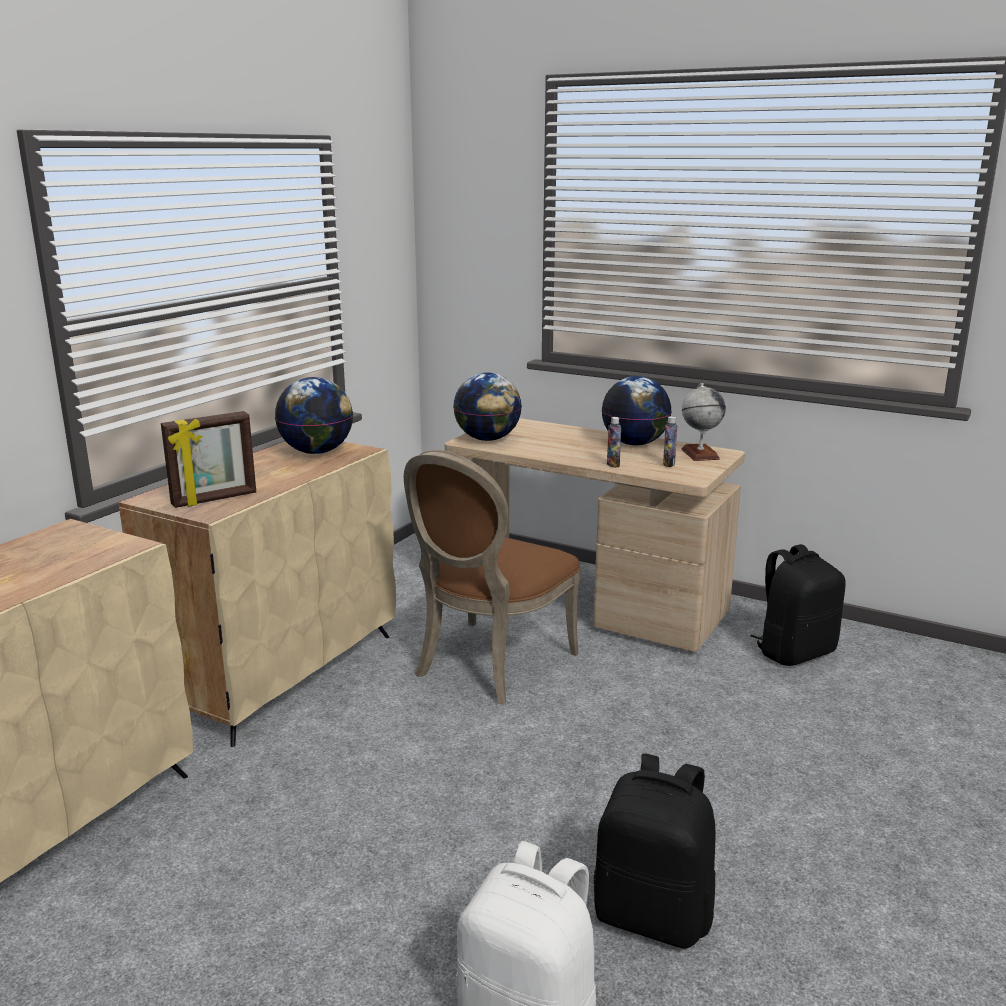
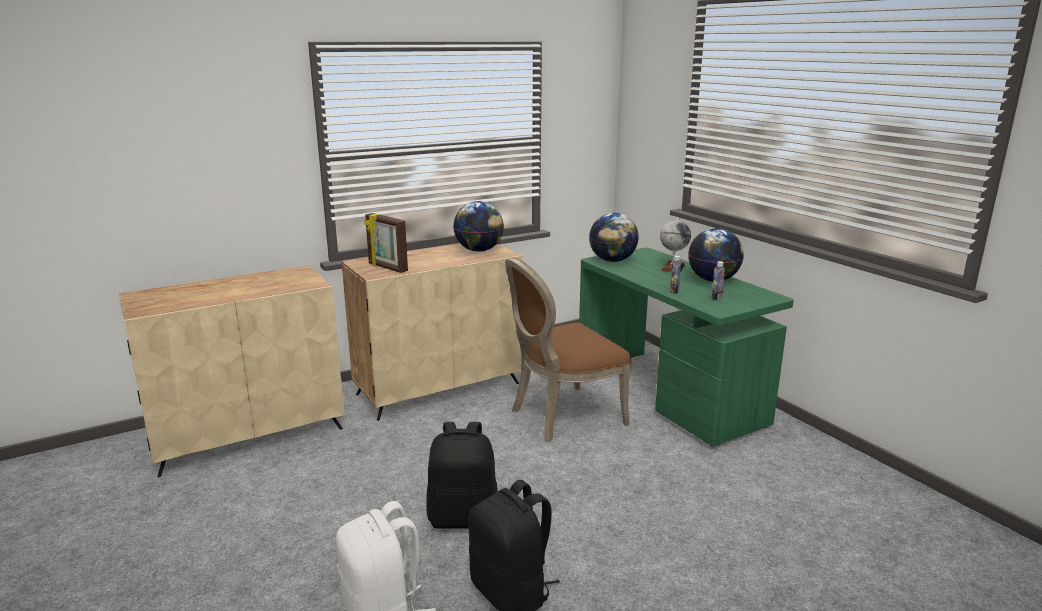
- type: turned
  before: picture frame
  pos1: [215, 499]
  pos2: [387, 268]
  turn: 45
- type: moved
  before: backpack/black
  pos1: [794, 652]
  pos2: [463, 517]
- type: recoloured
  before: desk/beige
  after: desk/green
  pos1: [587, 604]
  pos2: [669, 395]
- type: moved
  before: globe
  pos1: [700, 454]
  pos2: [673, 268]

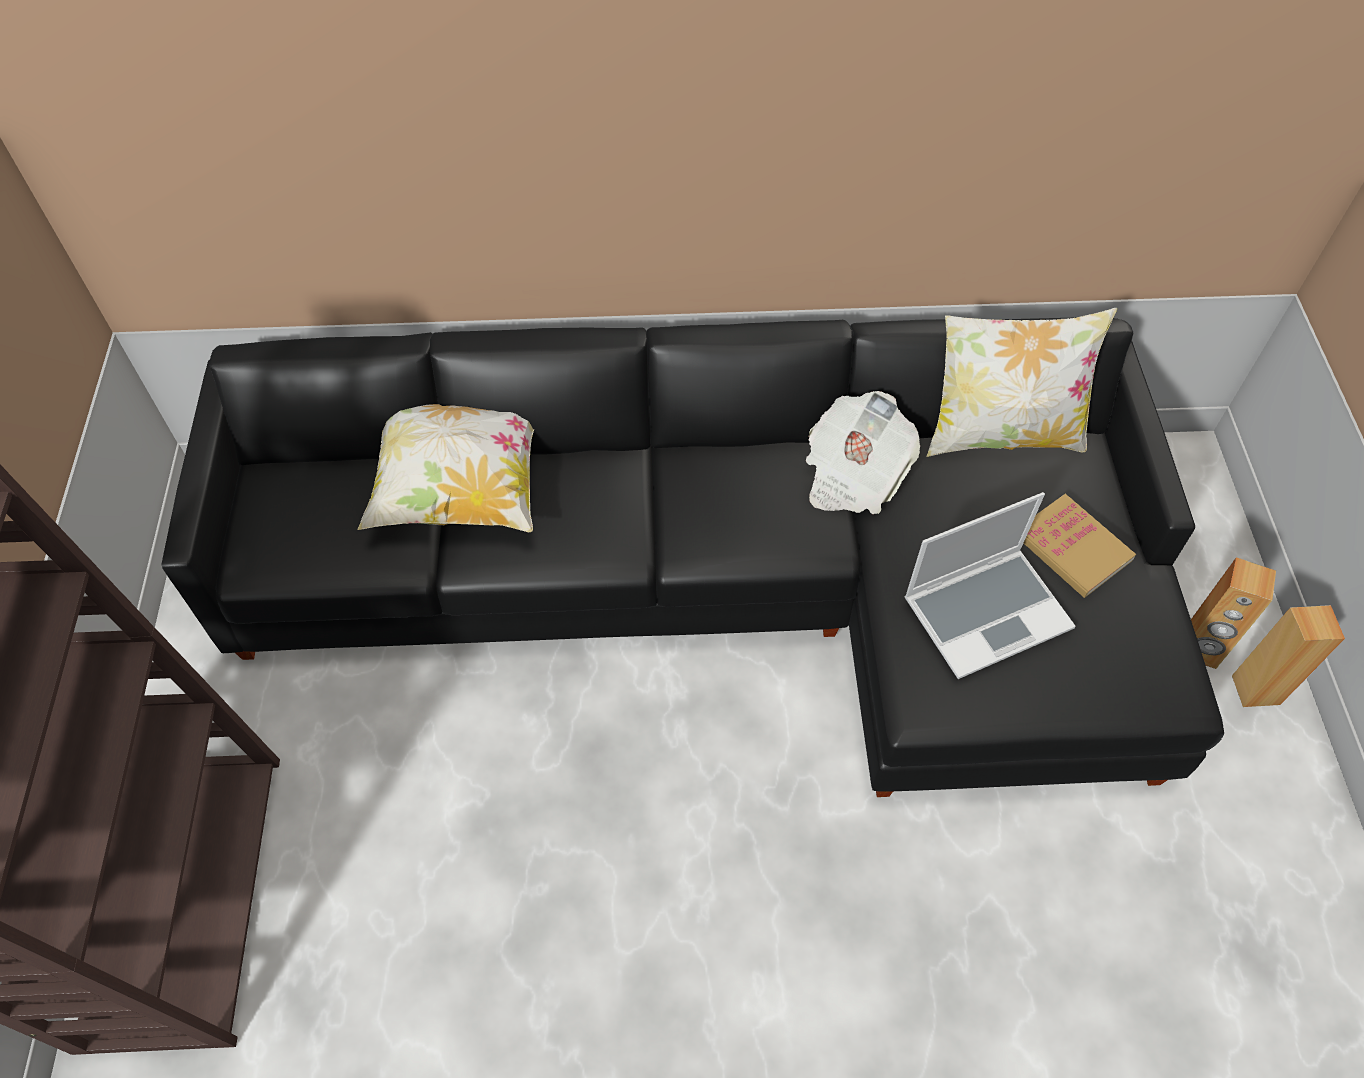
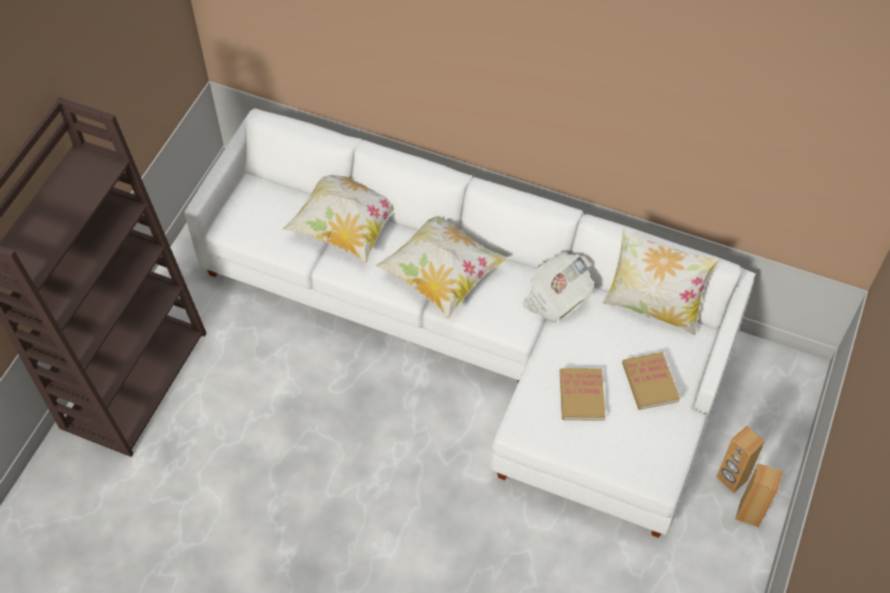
- type: recoloured
  before: sofa/black
  after: sofa/white
  pos1: [731, 578]
  pos2: [484, 333]
- type: added
  after: pillow
  pos2: [442, 276]
- type: replaced
  before: laptop
  after: book
  pos1: [987, 611]
  pos2: [581, 395]

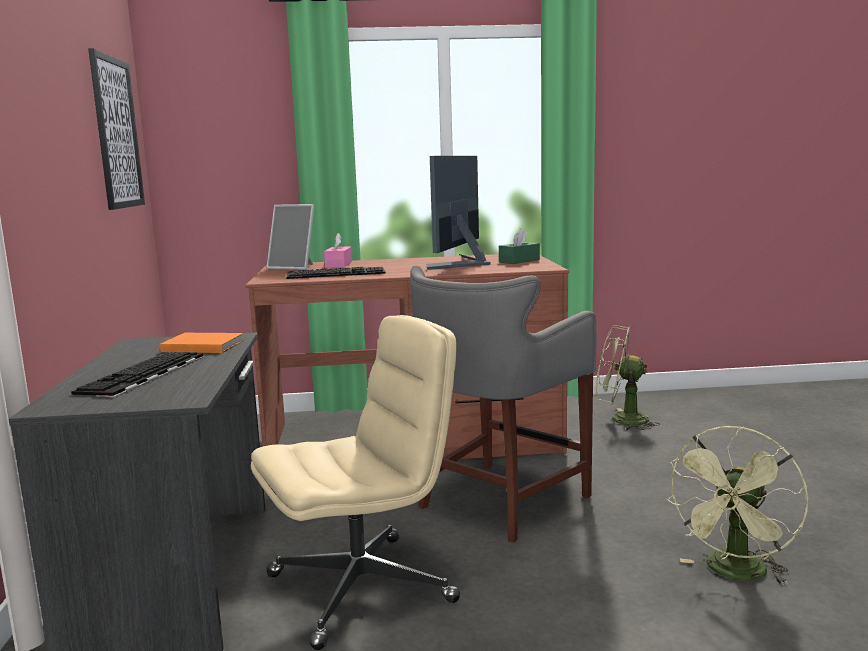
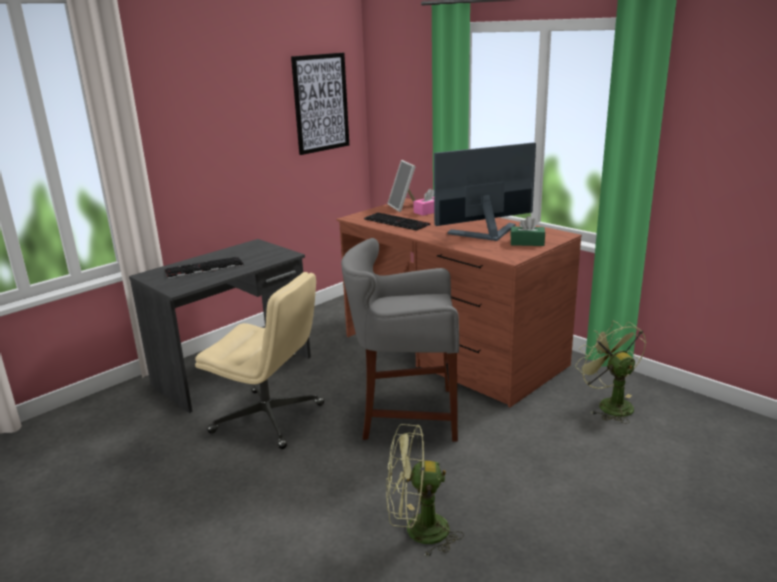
- type: removed
  before: book/orange
  pos1: [201, 346]

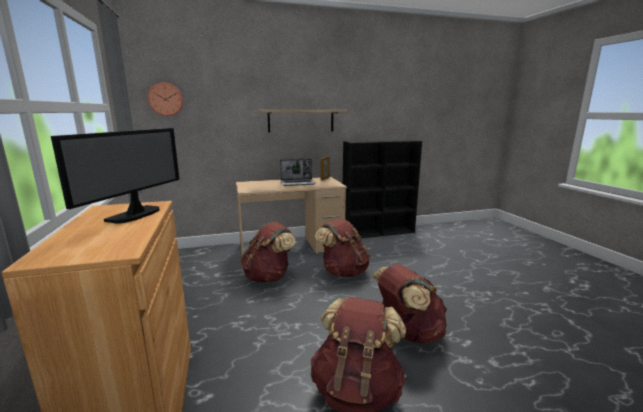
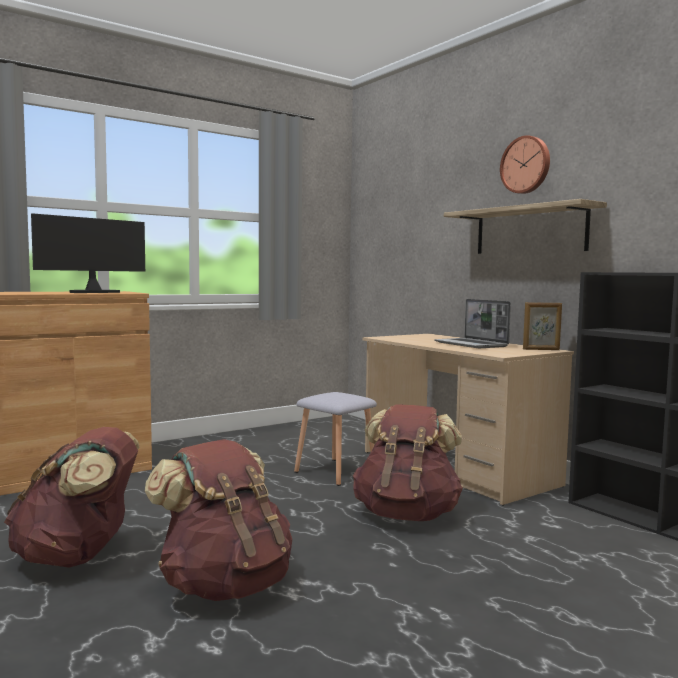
- type: turned
  before: monitor
  pos1: [136, 215]
  pos2: [93, 292]
  turn: 135
- type: replaced
  before: backpack/brown
  after: stool/grey
  pos1: [269, 277]
  pos2: [335, 472]
- type: moved
  before: wall clock
  pos1: [166, 99]
  pos2: [526, 165]

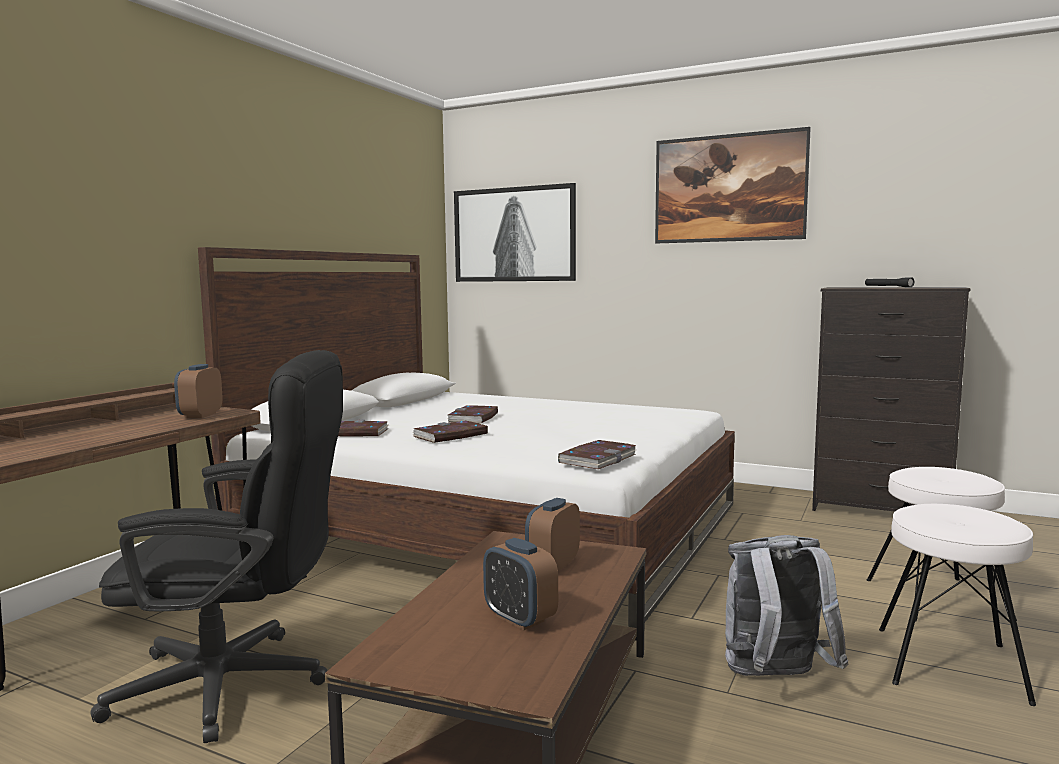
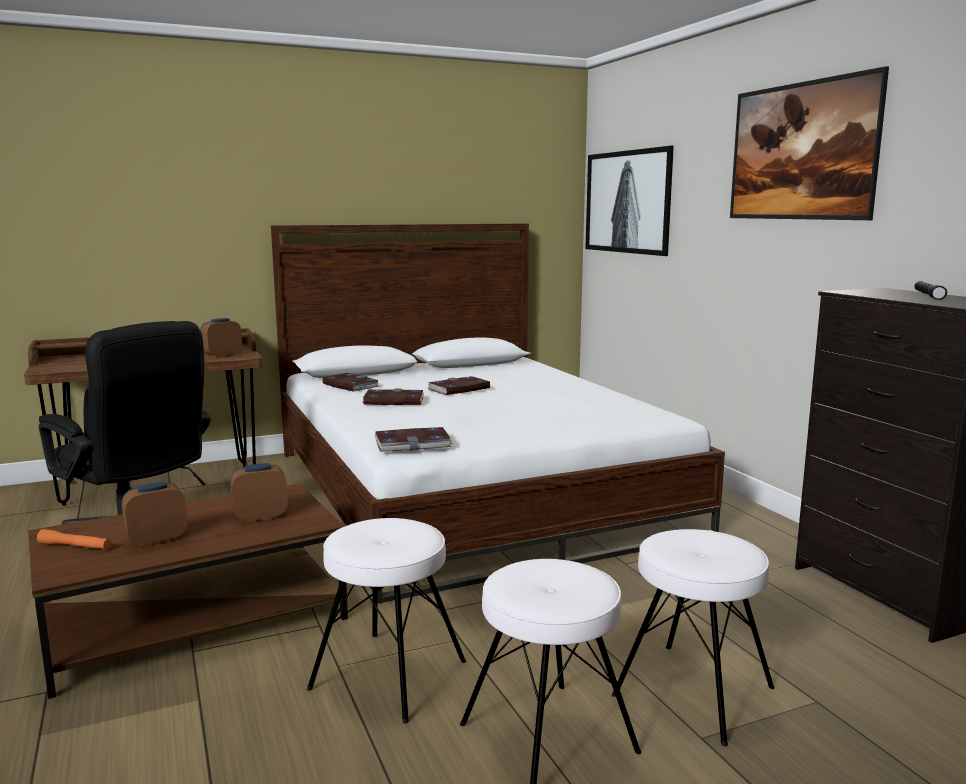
- type: added
  after: flashlight/orange
  pos2: [75, 546]
- type: turned
  before: alarm clock
  pos1: [520, 619]
  pos2: [157, 539]
  turn: 60
- type: replaced
  before: backpack/grey
  after: stool/white
  pos1: [775, 678]
  pos2: [389, 675]

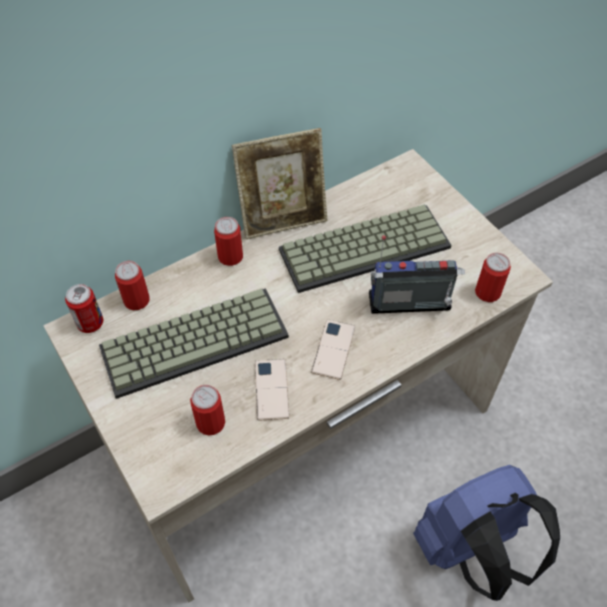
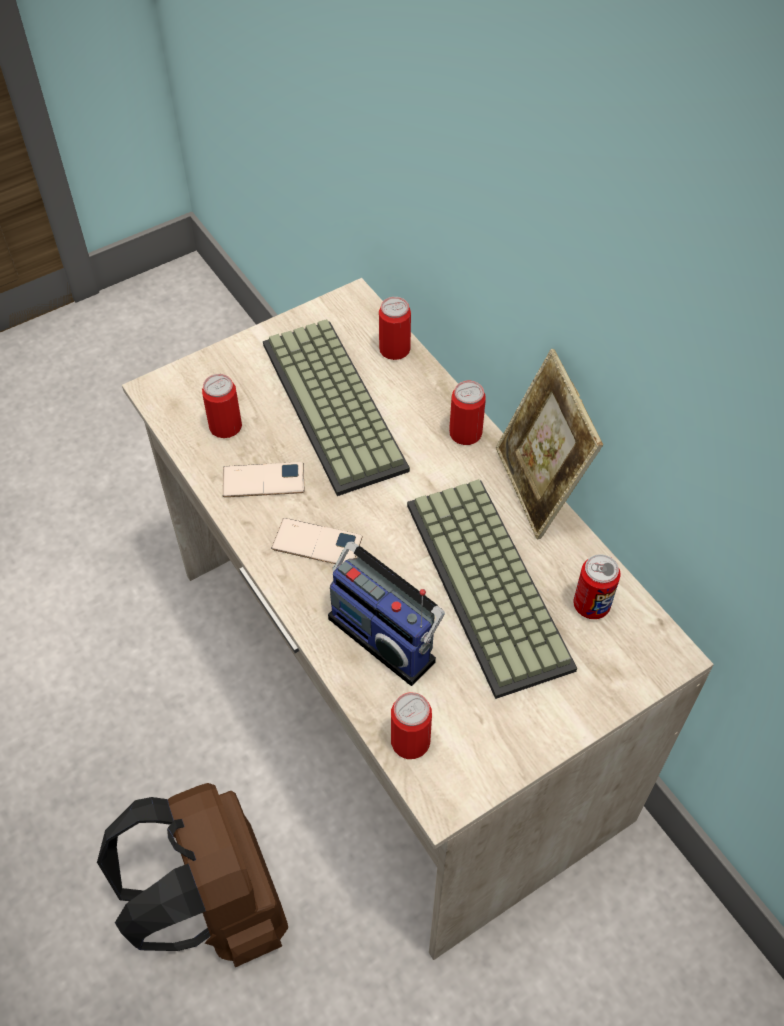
- type: recoloured
  before: backpack/blue
  after: backpack/brown
  pos1: [471, 550]
  pos2: [216, 905]
- type: turned
  before: radio
  pos1: [410, 306]
  pos2: [385, 635]
  turn: 135
- type: moved
  before: can
  pos1: [90, 323]
  pos2: [591, 605]

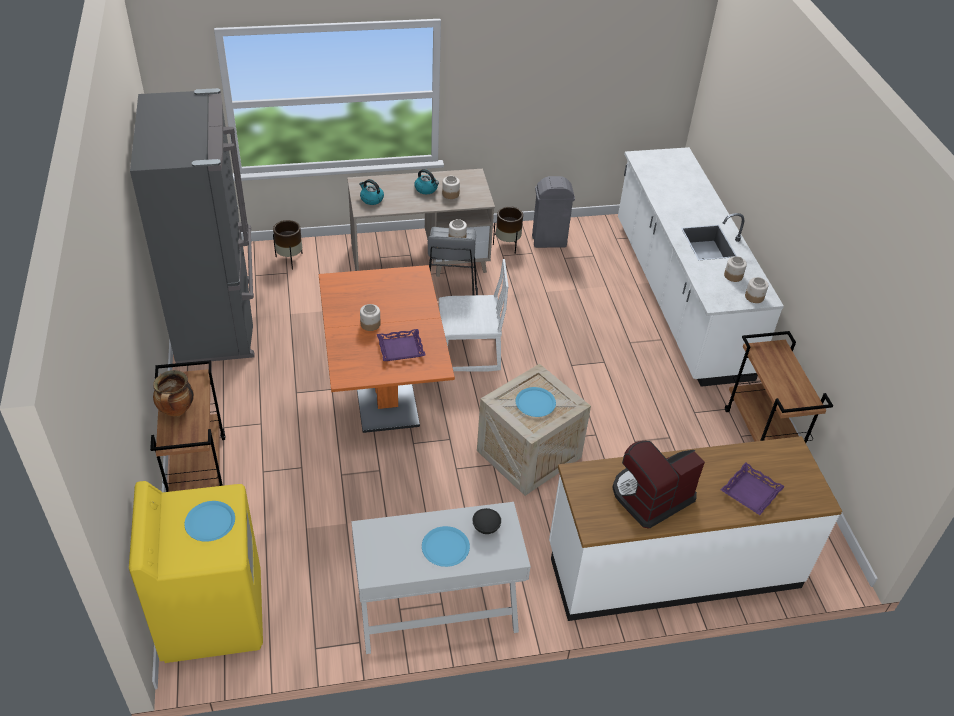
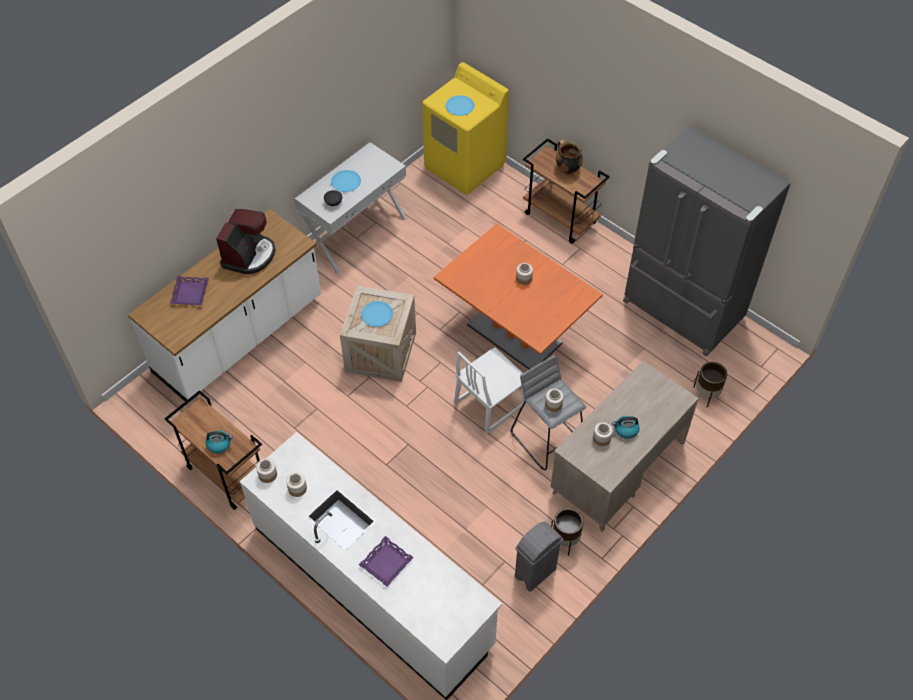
- type: moved
  before: kettle
  pos1: [371, 199]
  pos2: [219, 444]
- type: moved
  before: tray/purple
  pos1: [401, 348]
  pos2: [386, 563]

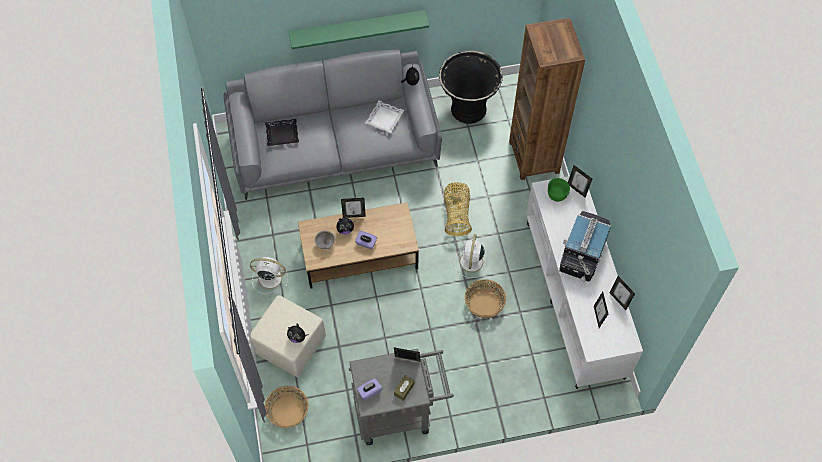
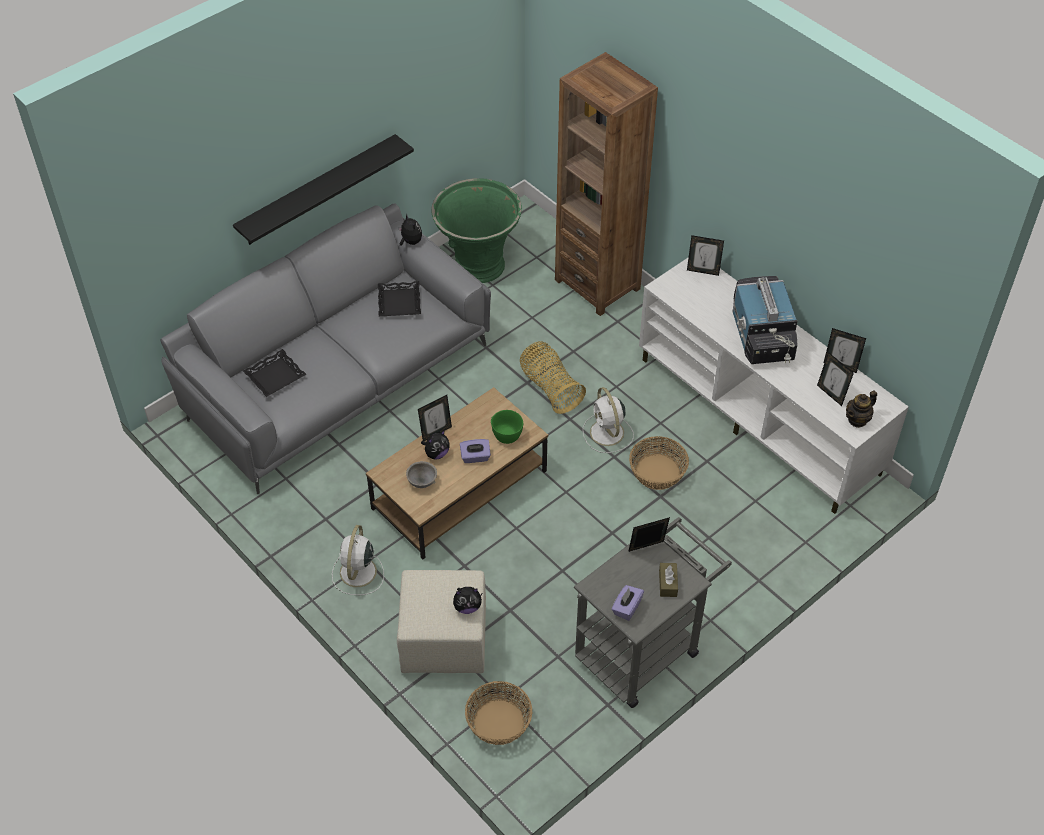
- type: recoloured
  before: shelf/green
  after: shelf/black
  pos1: [357, 28]
  pos2: [318, 191]
- type: turned
  before: fan/white
  pos1: [269, 278]
  pos2: [357, 573]
  turn: -60
- type: recoloured
  before: tray/white
  after: tray/black
  pos1: [384, 118]
  pos2: [399, 302]
- type: recoloured
  before: planter/black
  after: planter/green
  pos1: [468, 108]
  pos2: [478, 265]
- type: moved
  before: bowl/green
  pos1: [557, 195]
  pos2: [507, 436]
- type: added
  after: teapot
  pos2: [857, 420]

